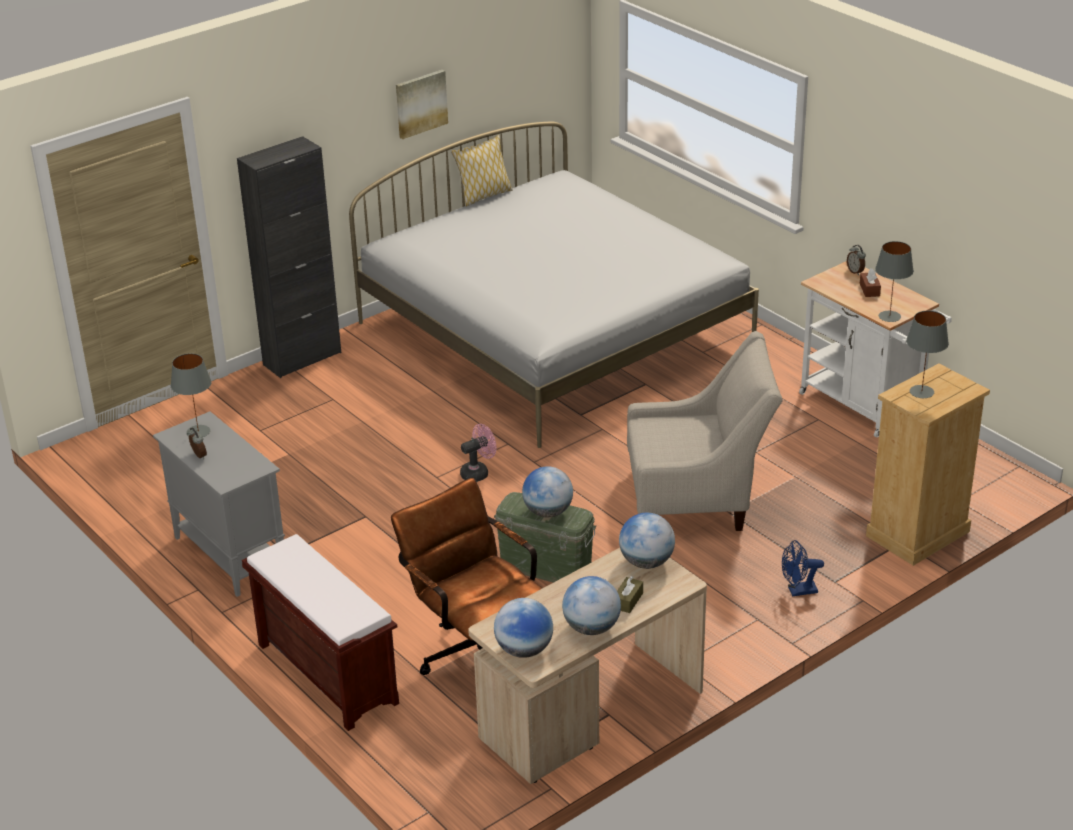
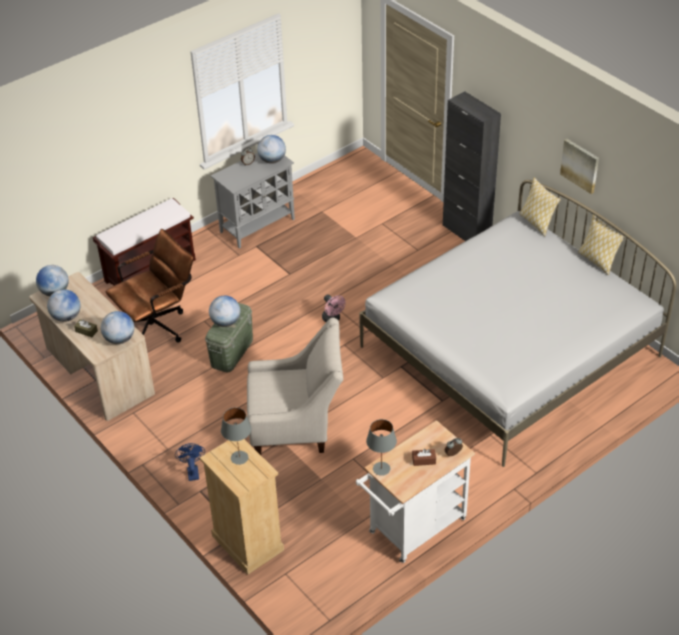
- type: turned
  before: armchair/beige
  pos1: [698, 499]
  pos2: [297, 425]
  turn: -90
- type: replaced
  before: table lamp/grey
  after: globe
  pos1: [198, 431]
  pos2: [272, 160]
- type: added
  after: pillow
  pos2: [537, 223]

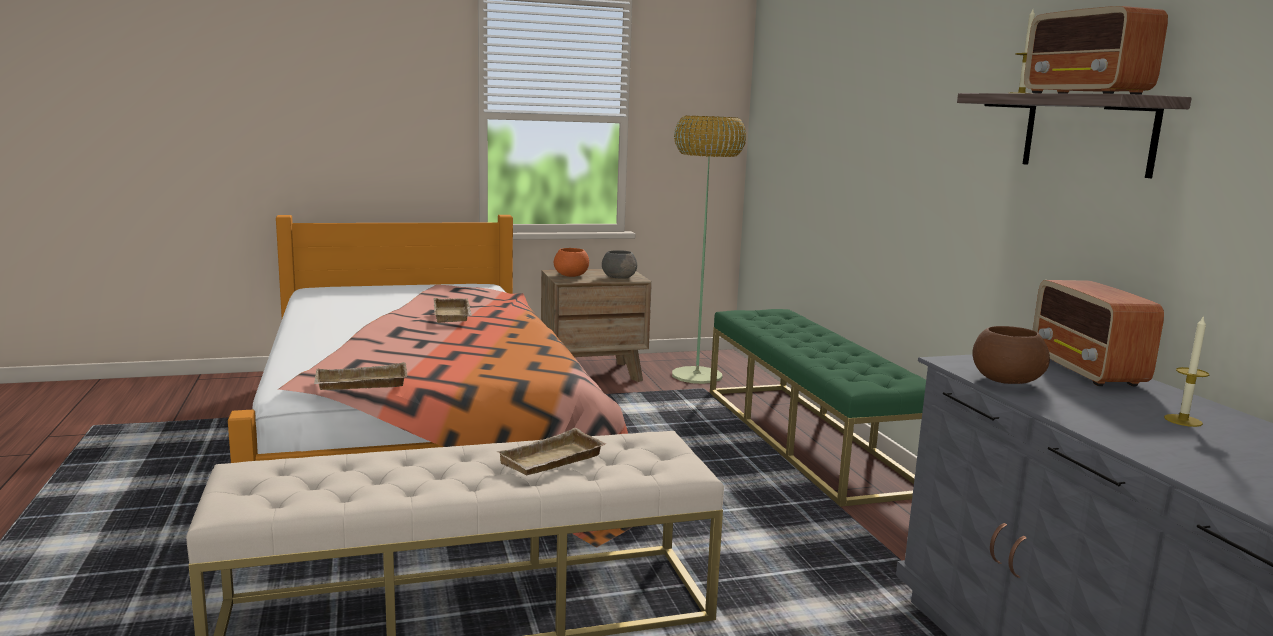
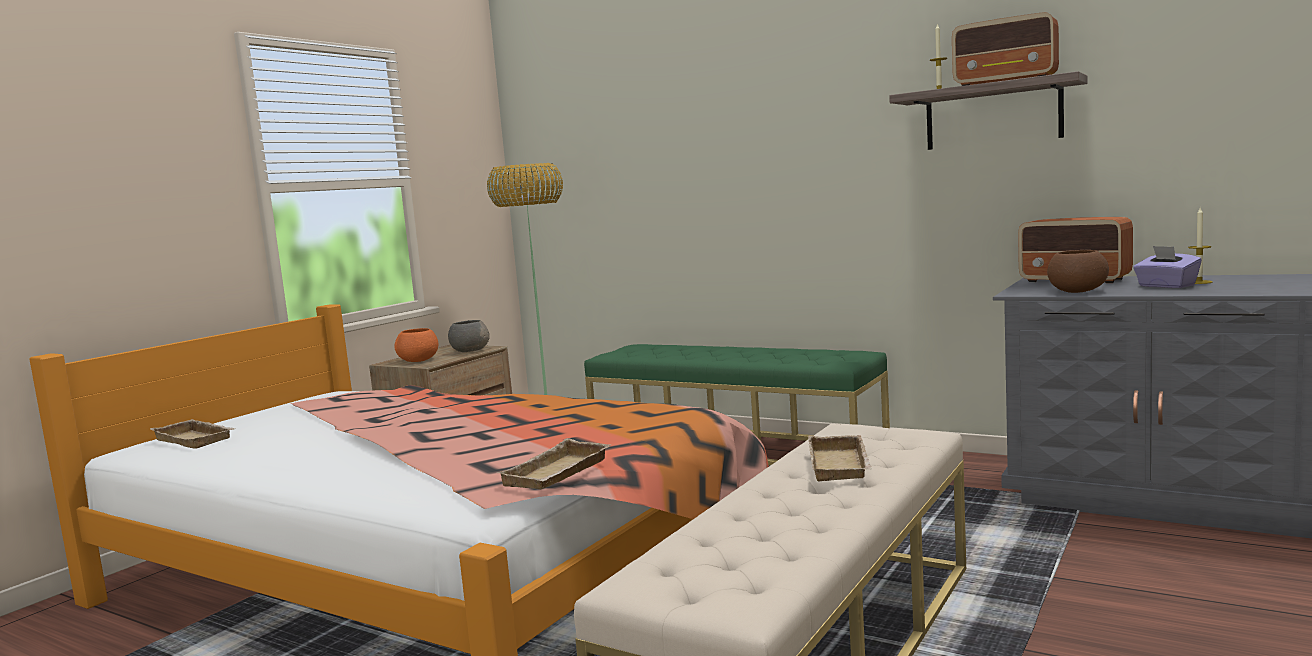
- type: moved
  before: tray/beige
  pos1: [454, 315]
  pos2: [197, 439]
- type: added
  after: tissue box/purple
  pos2: [1166, 286]

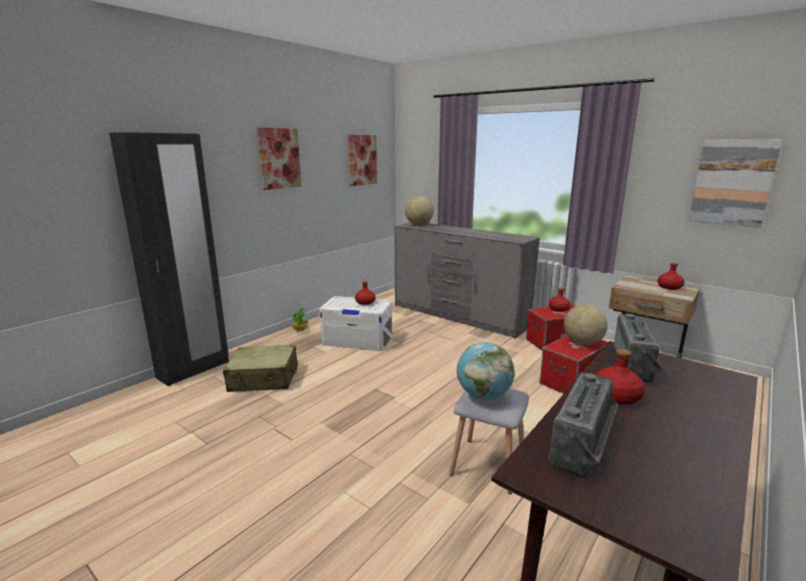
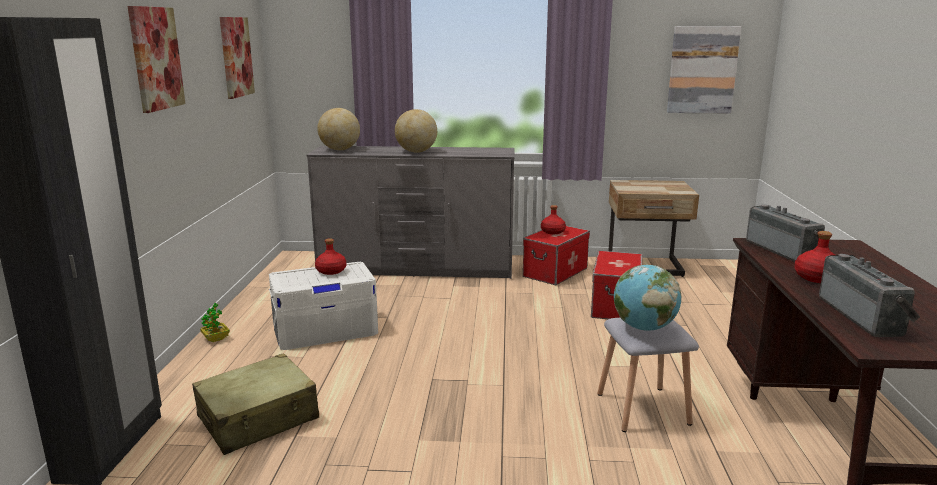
- type: moved
  before: globe
  pos1: [582, 343]
  pos2: [416, 152]
- type: removed
  before: bottle/red
  pos1: [669, 287]

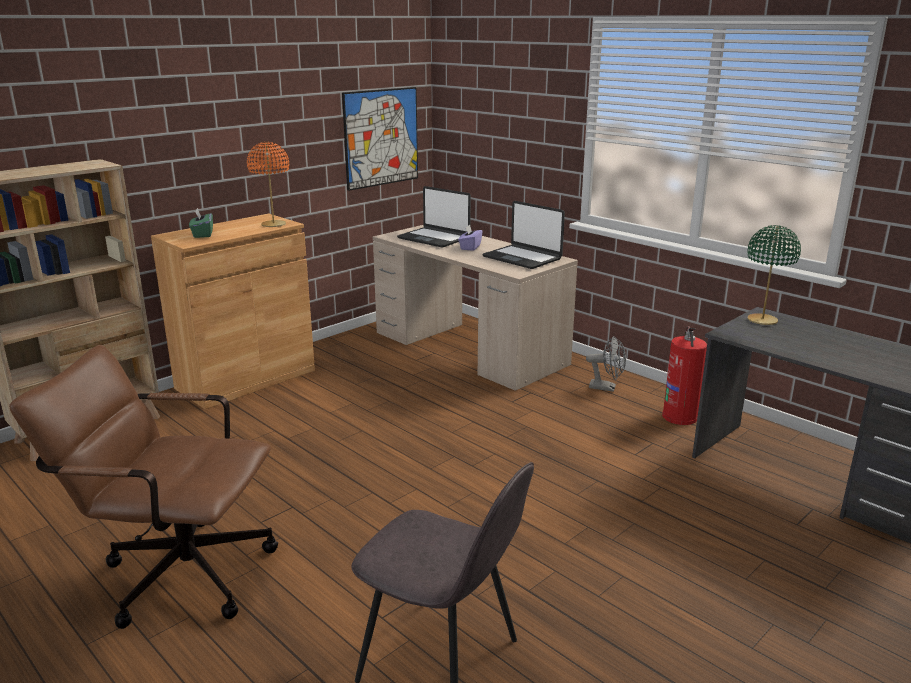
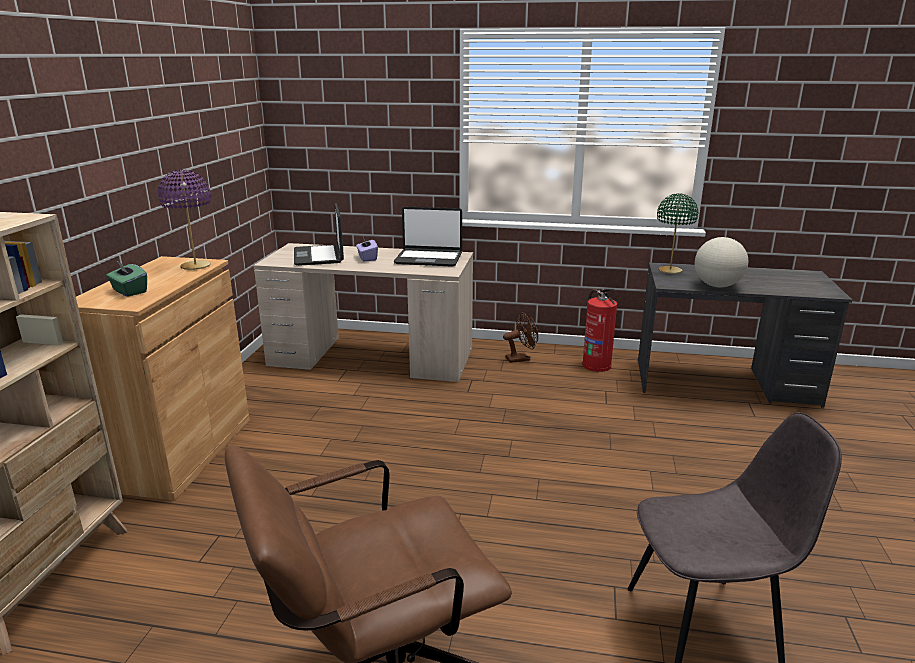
- type: recoloured
  before: table lamp/orange
  after: table lamp/purple
  pos1: [274, 225]
  pos2: [196, 266]
- type: turned
  before: laptop
  pos1: [434, 238]
  pos2: [319, 256]
  turn: 75
- type: recoloured
  before: fan/grey
  after: fan/brown
  pos1: [606, 387]
  pos2: [521, 358]
- type: added
  after: globe
  pos2: [717, 286]
- type: removed
  before: picture
  pos1: [381, 137]

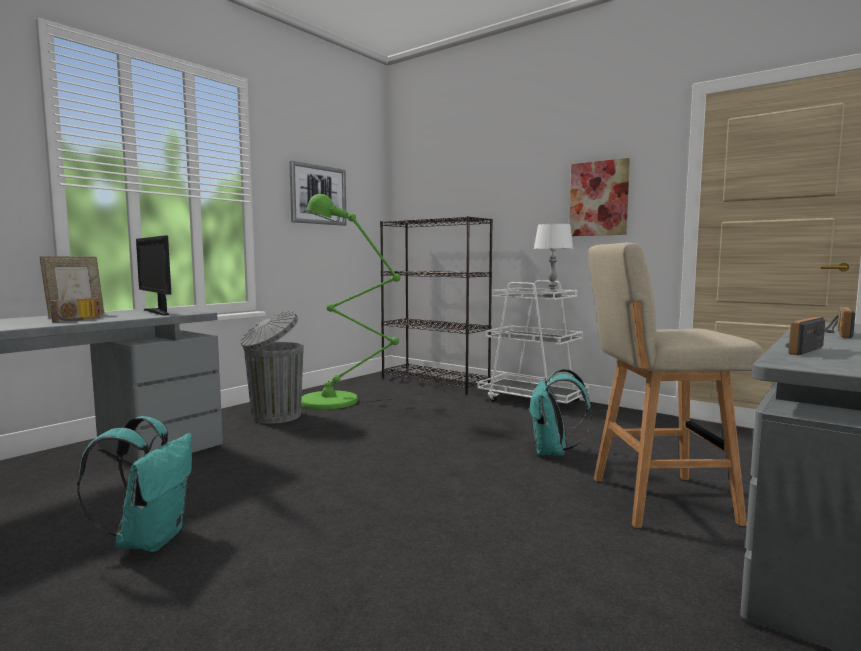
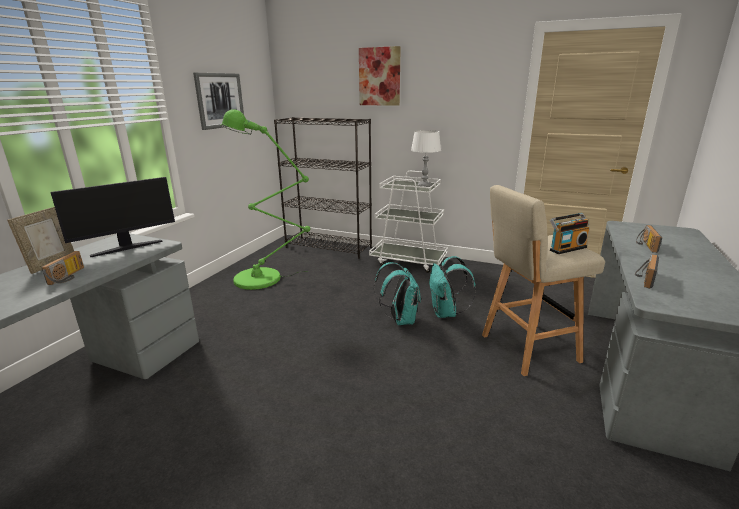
- type: turned
  before: monitor
  pos1: [158, 312]
  pos2: [127, 248]
  turn: -75
- type: moved
  before: picture
  pos1: [599, 198]
  pos2: [379, 76]
- type: moved
  before: backpack/turquoise
  pos1: [150, 539]
  pos2: [400, 320]
- type: added
  after: radio
  pos2: [566, 248]
- type: removed
  before: trash can/grey
  pos1: [274, 416]

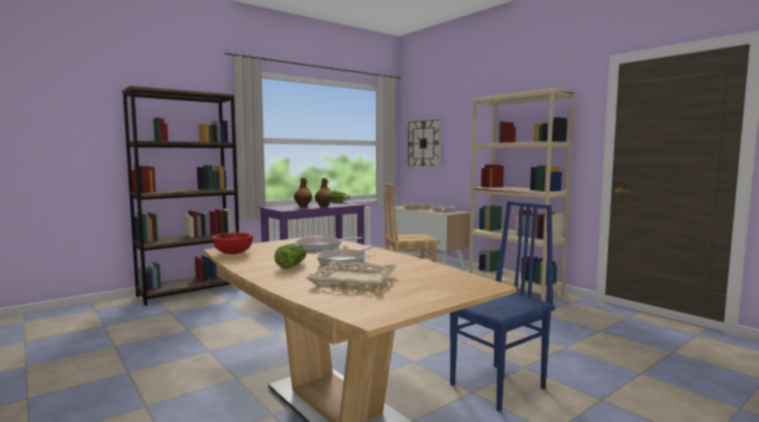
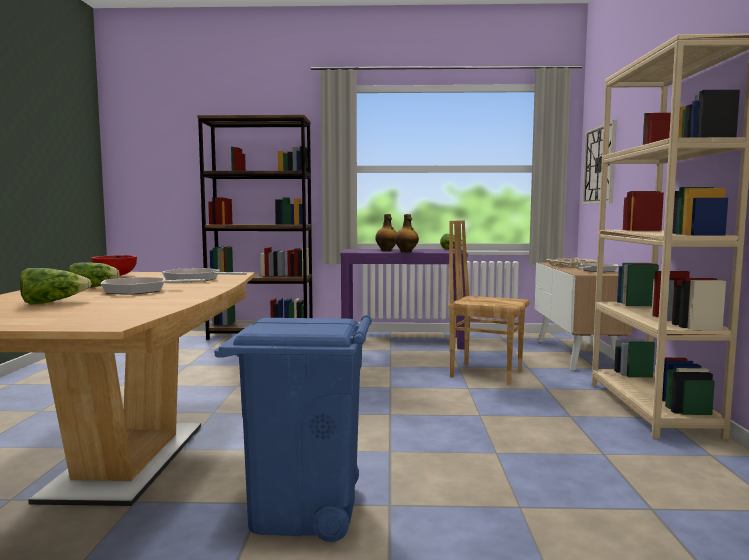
- type: replaced
  before: tray/beige
  after: lettuce
  pos1: [353, 281]
  pos2: [53, 302]
- type: replaced
  before: chair/blue
  after: trash can/blue
  pos1: [499, 386]
  pos2: [303, 511]

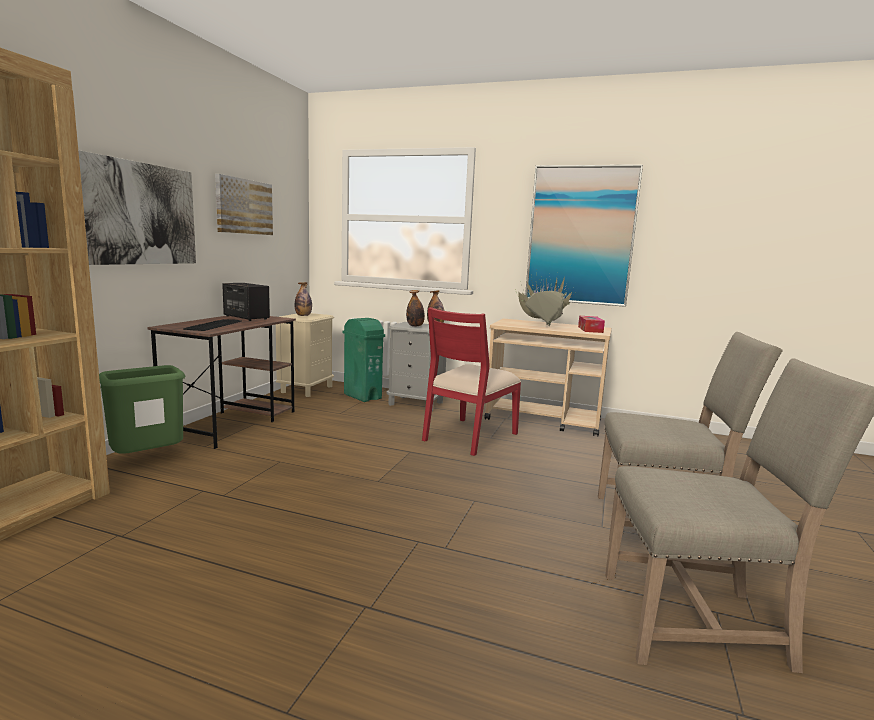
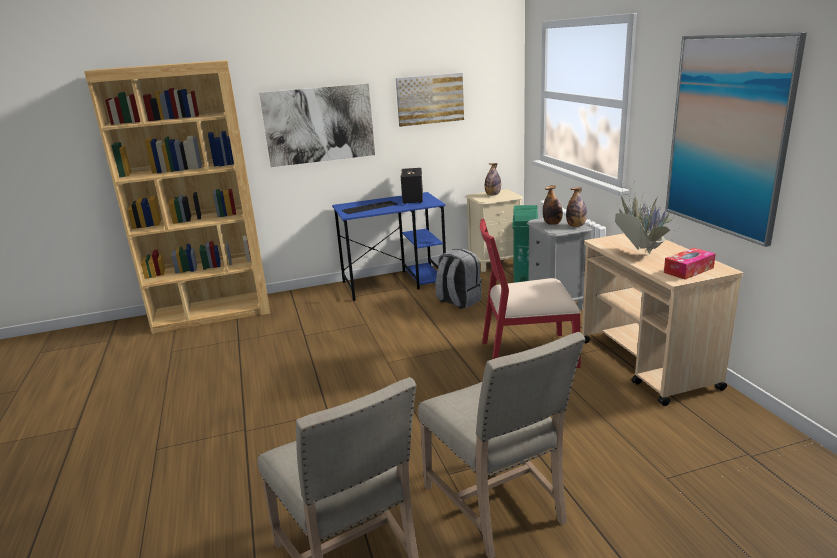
- type: recoloured
  before: desk/brown
  after: desk/blue
  pos1: [232, 423]
  pos2: [395, 283]
- type: added
  after: backpack/grey
  pos2: [458, 301]
- type: removed
  before: trash can/green
  pos1: [148, 460]

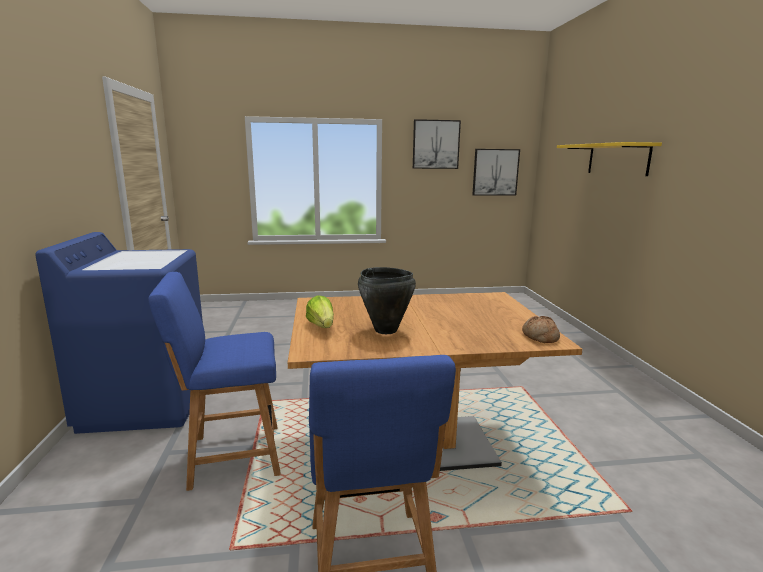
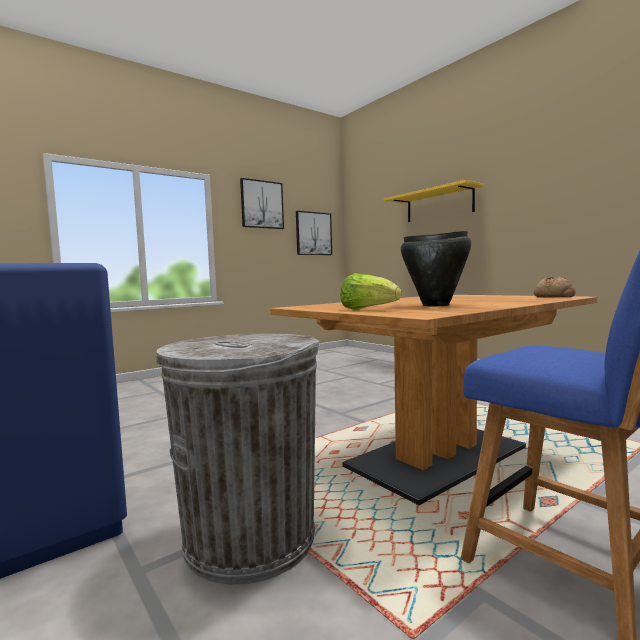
- type: replaced
  before: chair/blue
  after: trash can/grey
  pos1: [230, 456]
  pos2: [249, 538]

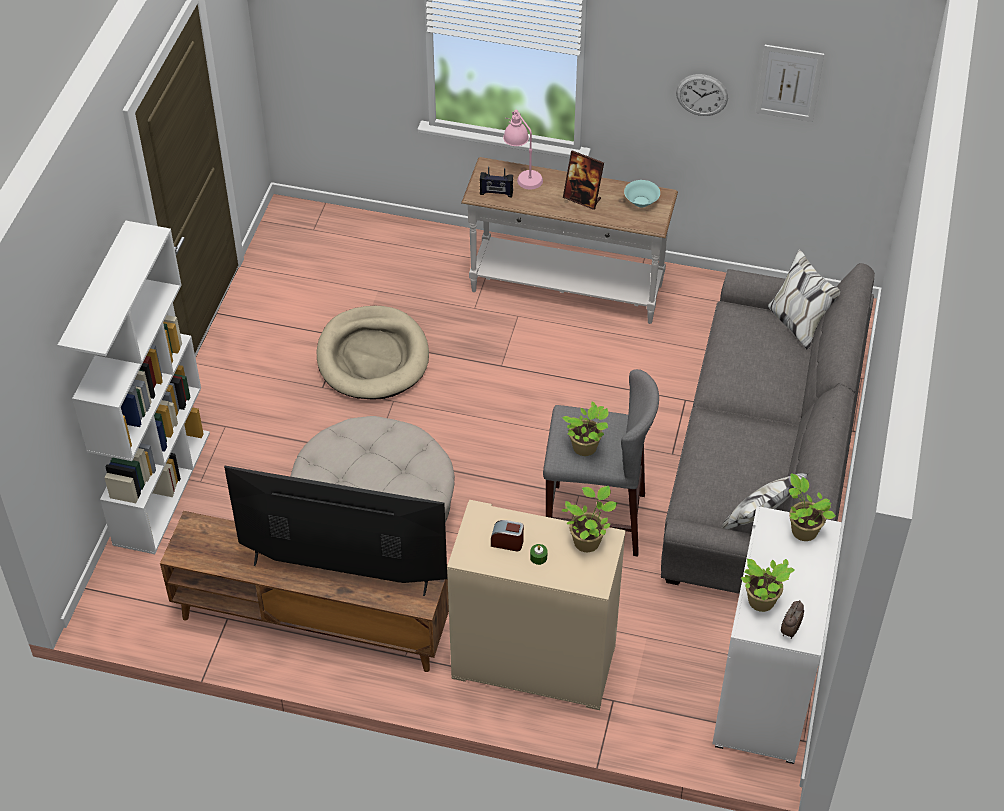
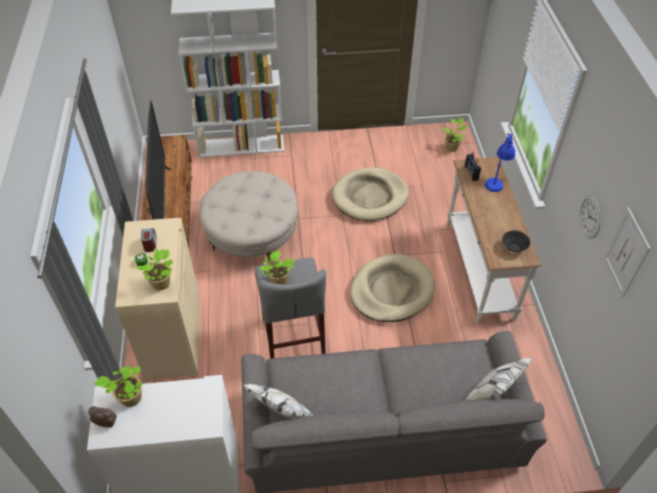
- type: added
  after: dog bed/beige
  pos2: [391, 290]
- type: moved
  before: potted plant
  pos1: [802, 529]
  pos2: [452, 147]
- type: recoloured
  before: table lamp/pink
  after: table lamp/blue
  pos1: [522, 174]
  pos2: [496, 180]
- type: recoloured
  before: bowl/turquoise
  after: bowl/black
  pos1: [641, 202]
  pos2: [514, 247]
- type: removed
  before: picture frame
  pos1: [582, 198]

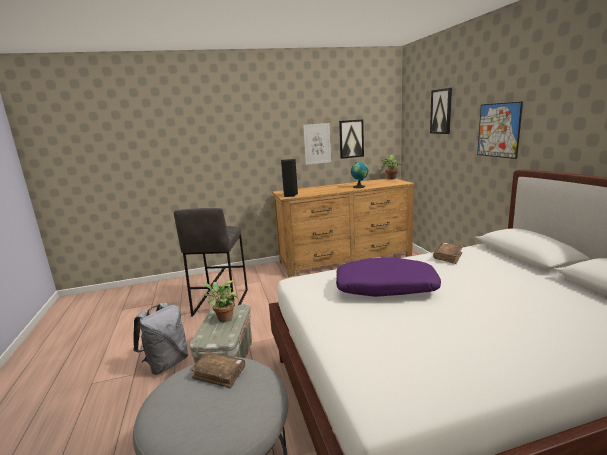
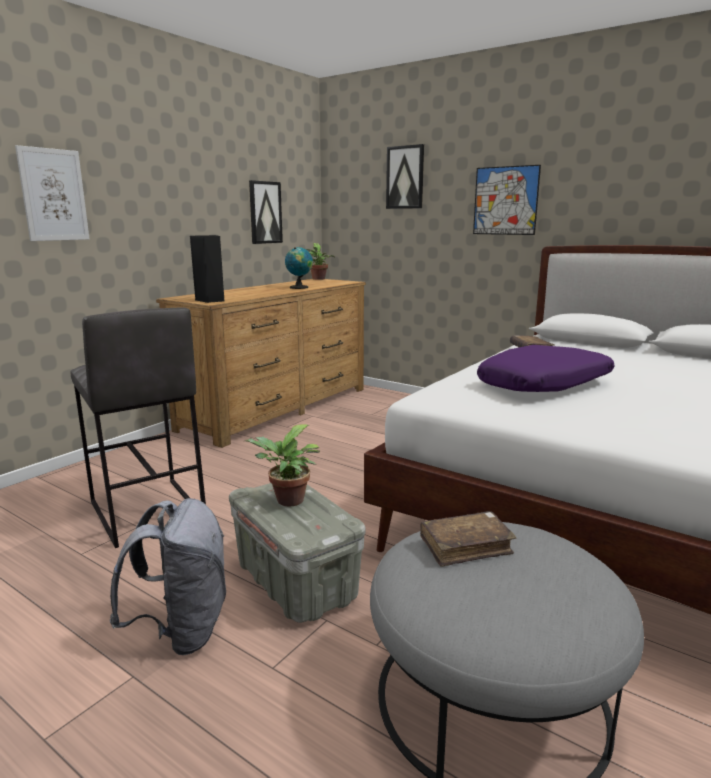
- type: moved
  before: picture
  pos1: [317, 143]
  pos2: [53, 195]

